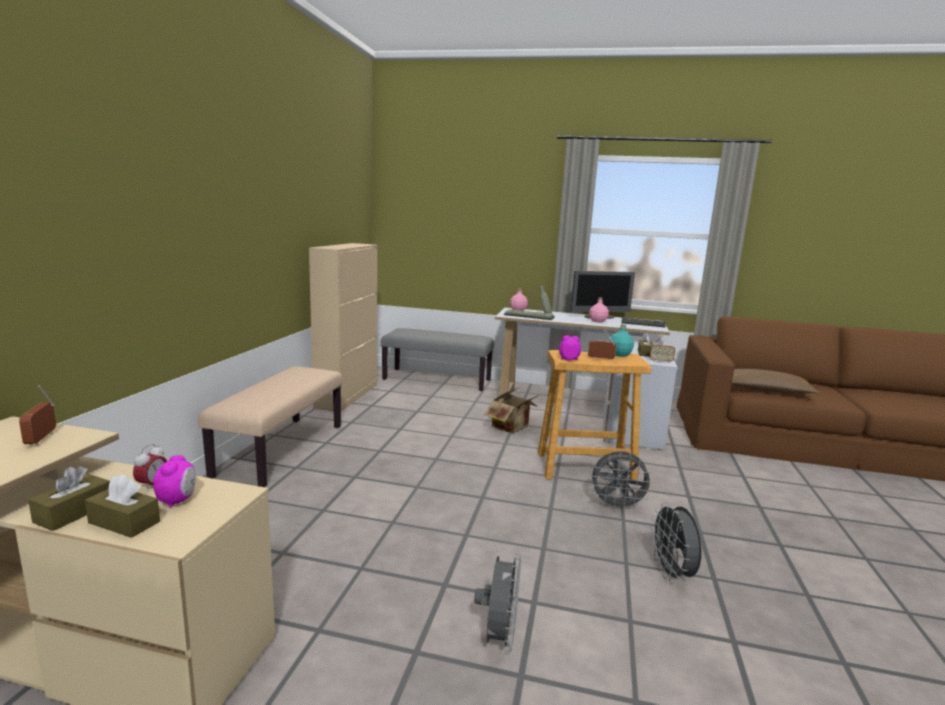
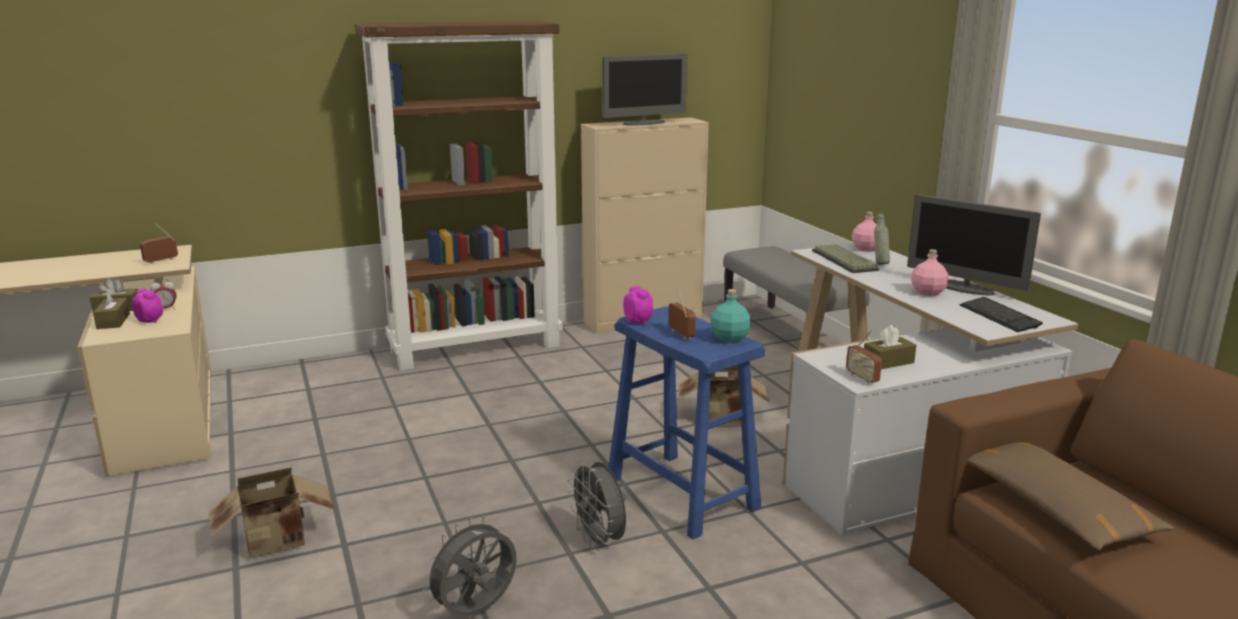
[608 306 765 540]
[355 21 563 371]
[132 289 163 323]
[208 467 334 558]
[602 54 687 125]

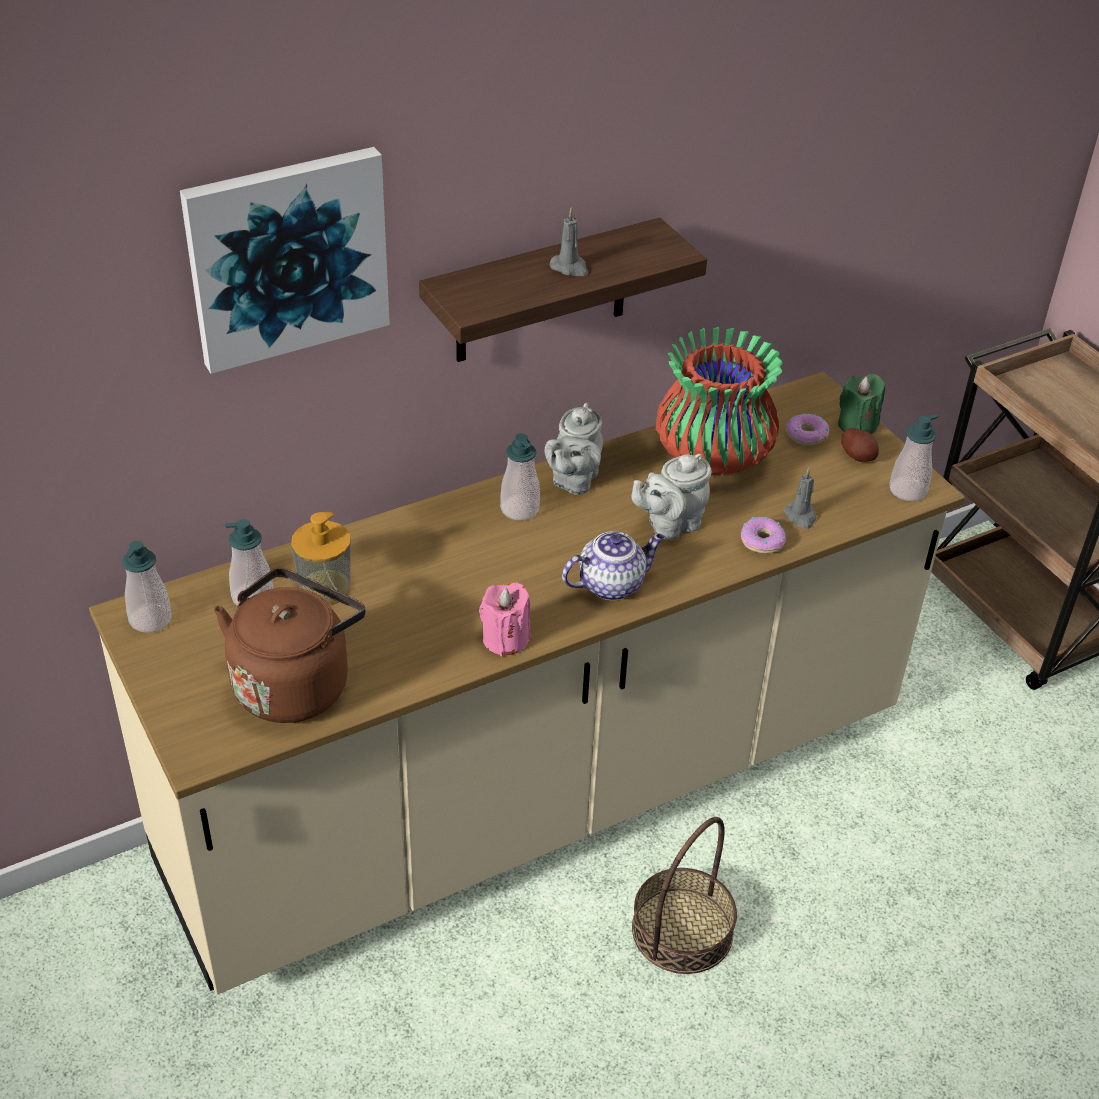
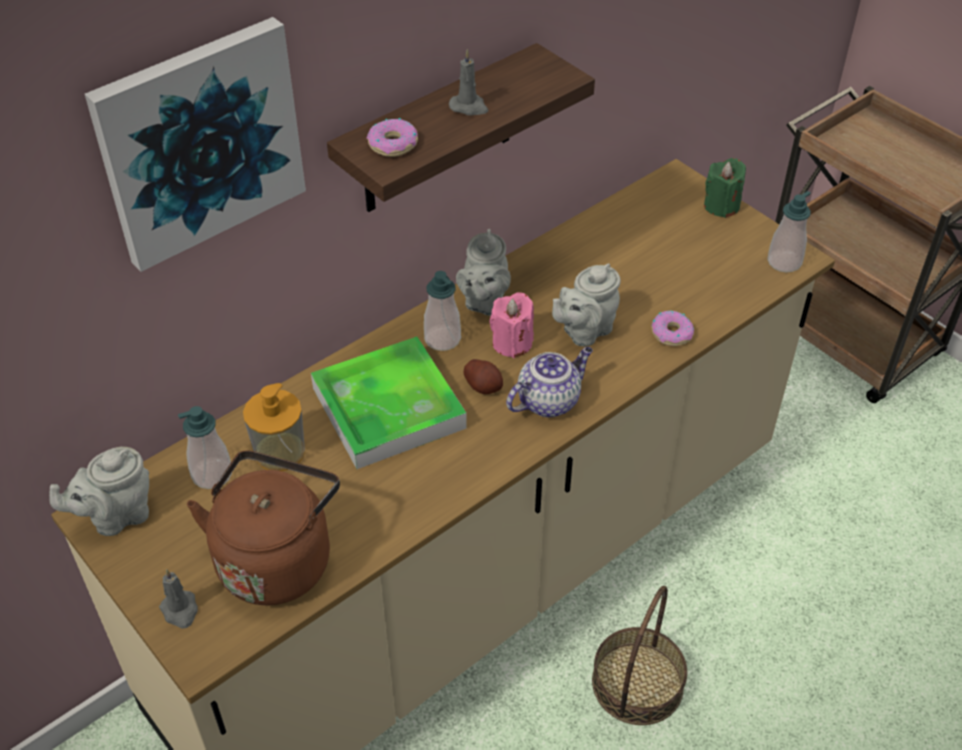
[656 327 783 476] (first image)
[367 118 418 157]
[464 359 503 394]
[159 569 198 629]
[49 447 149 536]
[490 292 534 358]
[311 337 467 469]

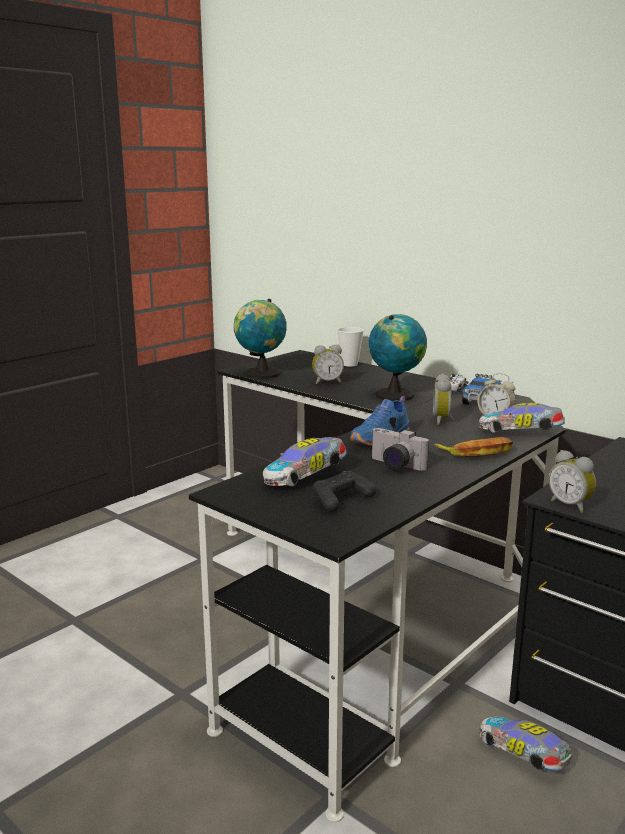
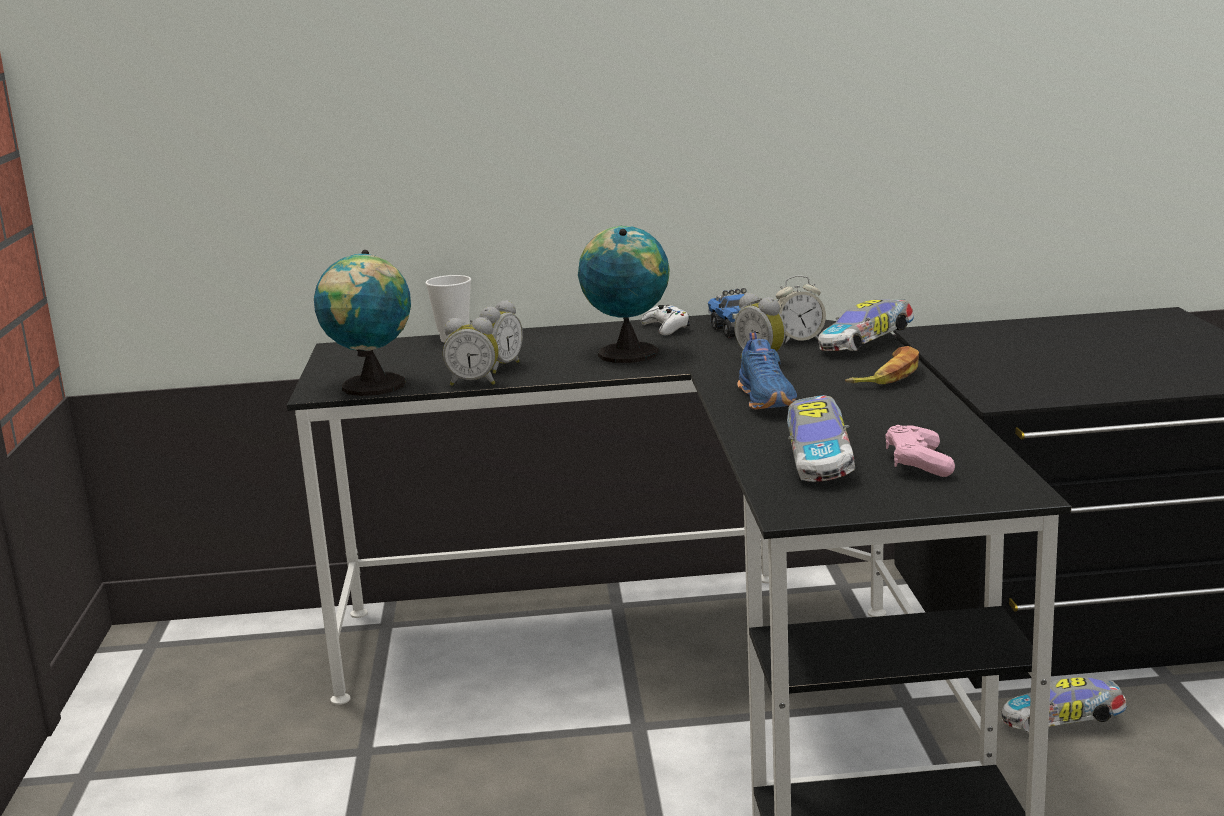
[371 428 429 471] (first image)
[443 317 498 386]
[885 425 955 477]

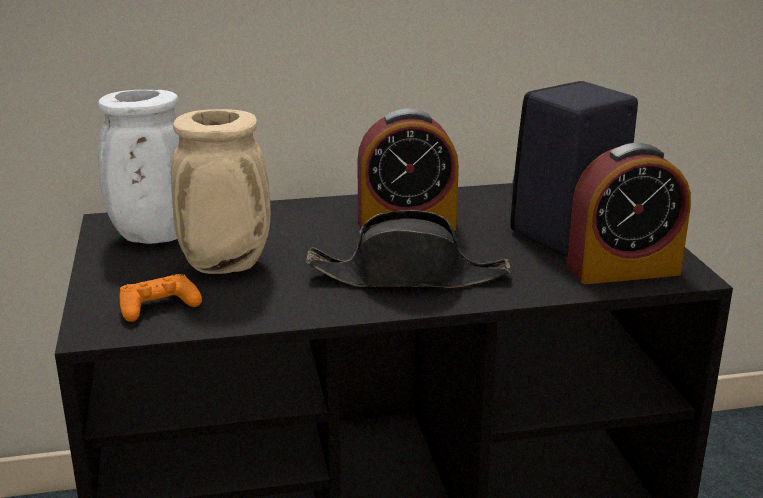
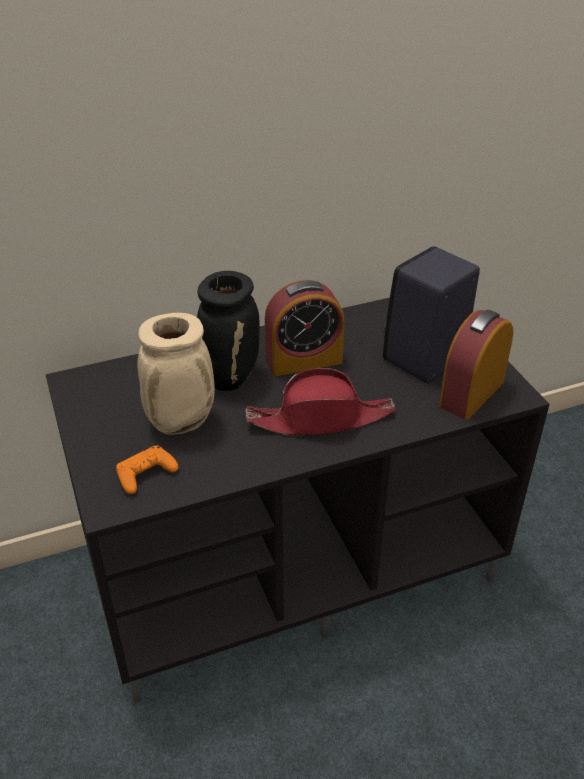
[98 90 179 244] (first image)
[439 310 513 420]
[245 368 396 435]
[197 271 260 391]

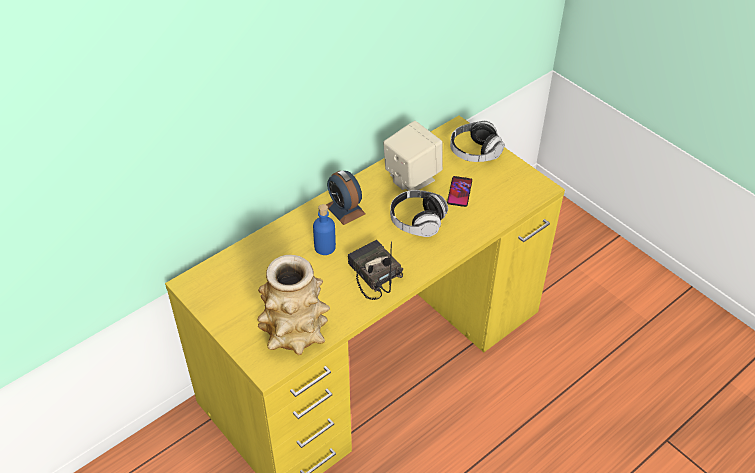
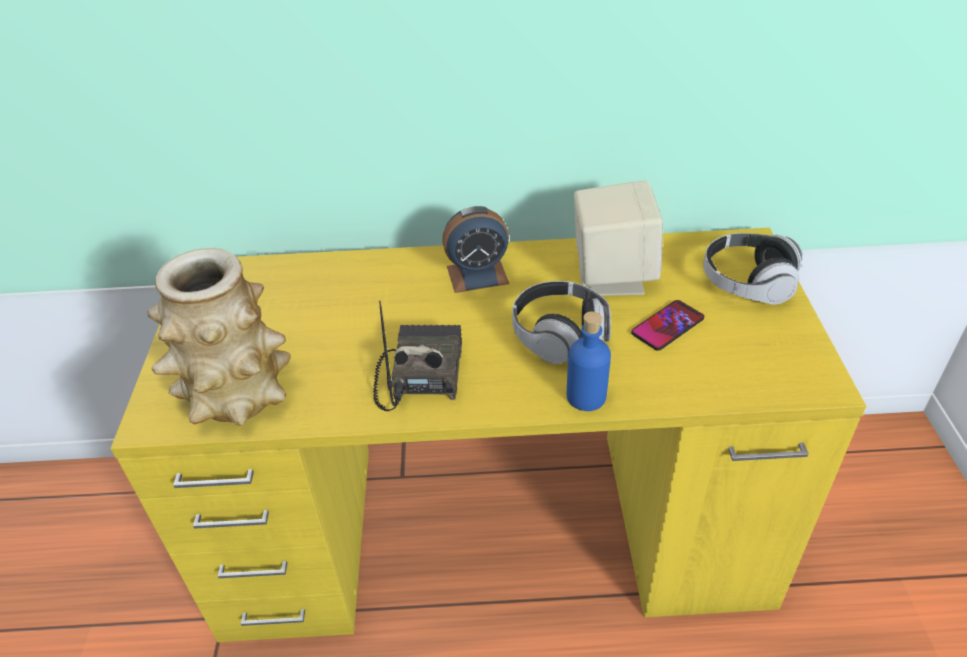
[442 206 509 293]
[567 311 611 411]

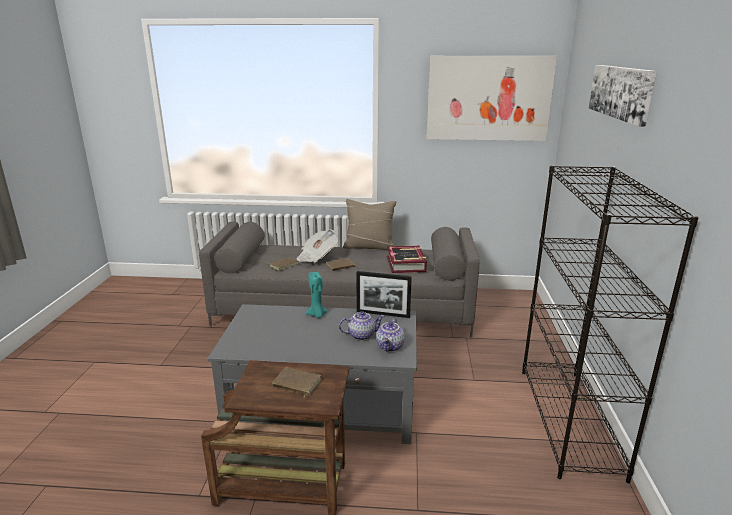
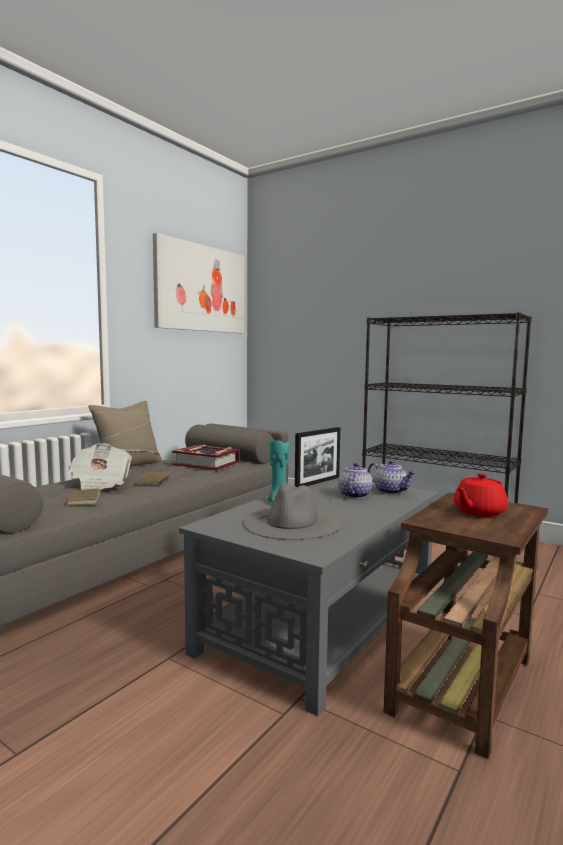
[589 65 657 127] (first image)
[454 473 508 517]
[243 484 342 540]

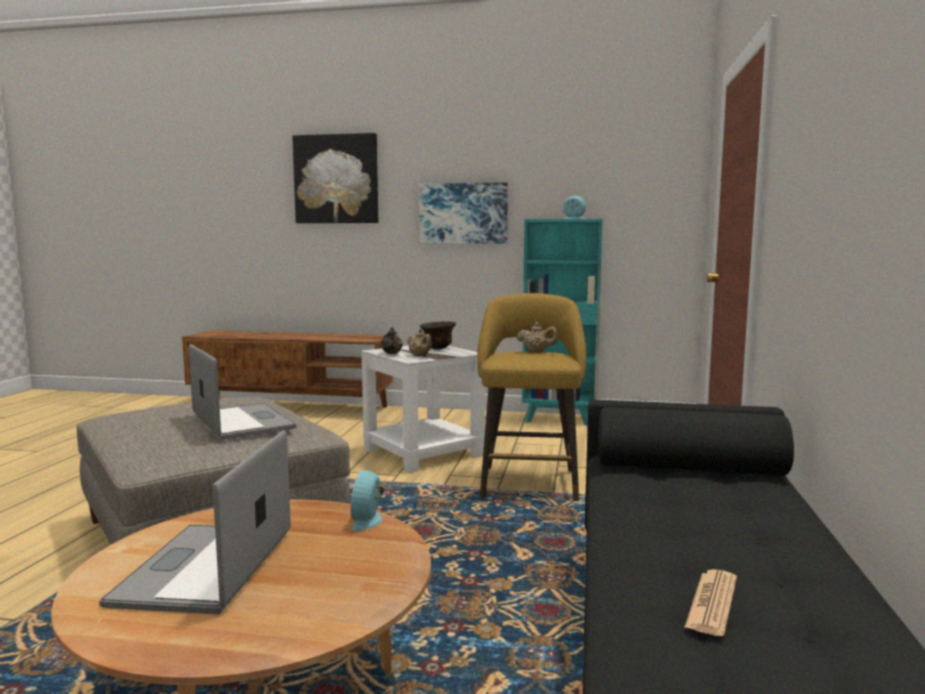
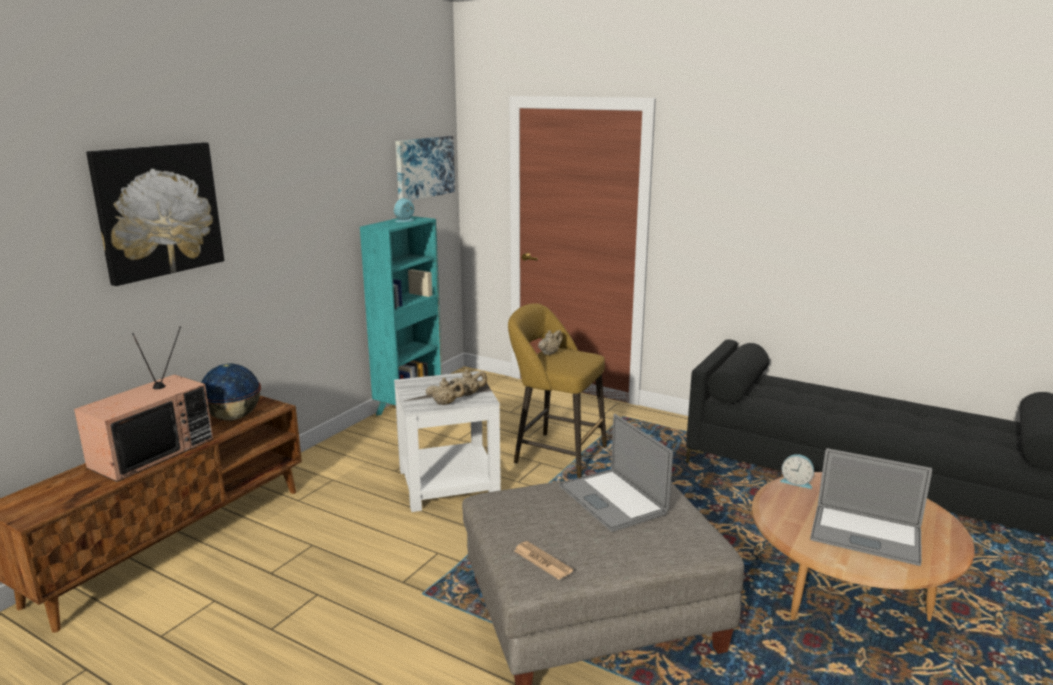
[395 136 455 201]
[420 321 456 349] (first image)
[425 378 465 405]
[559 414 673 532]
[514 541 573 580]
[74 327 213 482]
[201 364 261 420]

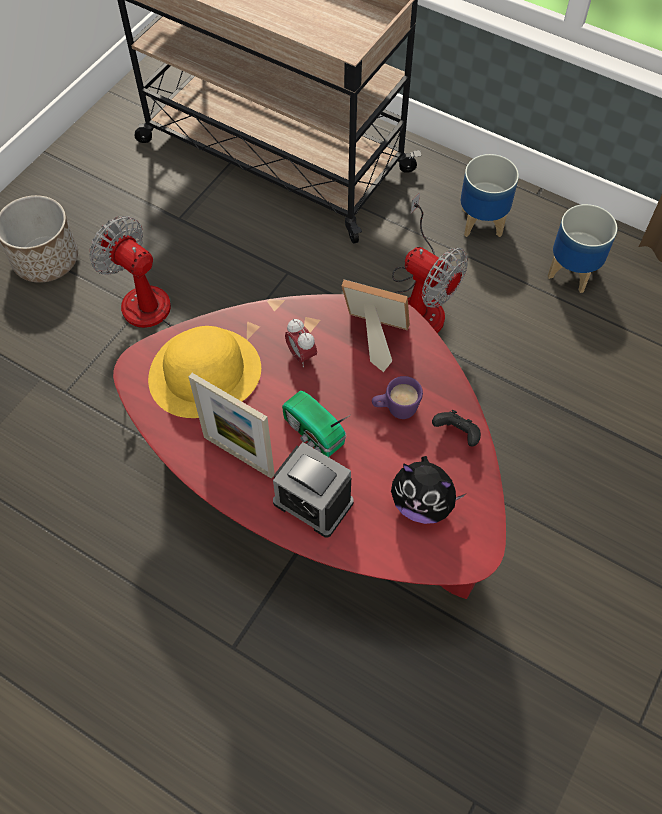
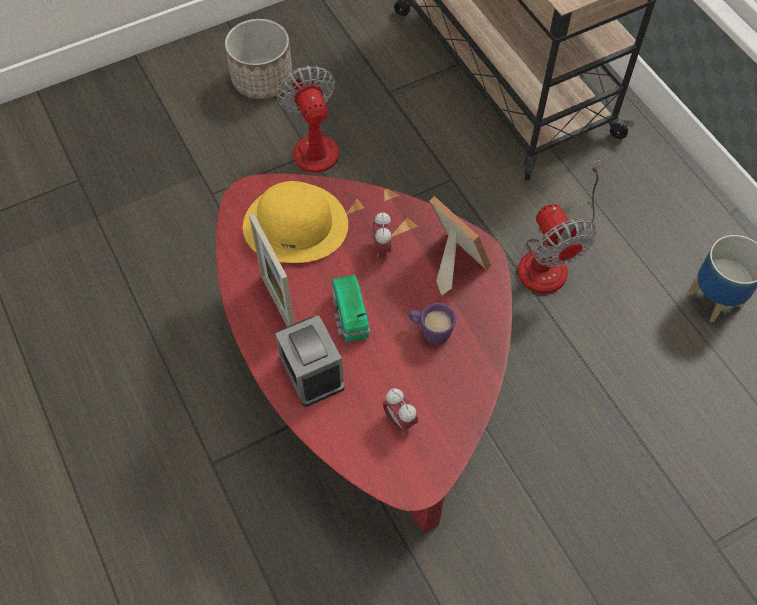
[461 154 519 237] (first image)
[432 410 481 447] (first image)
[383 388 418 435]

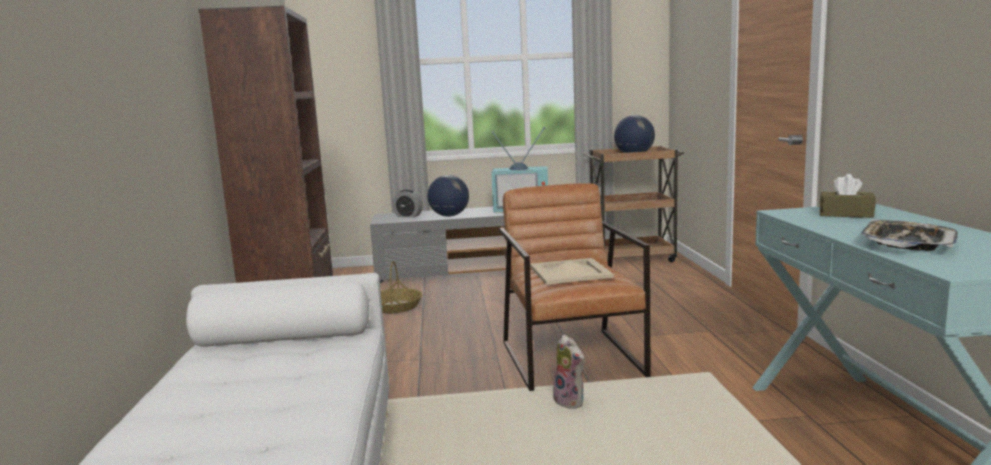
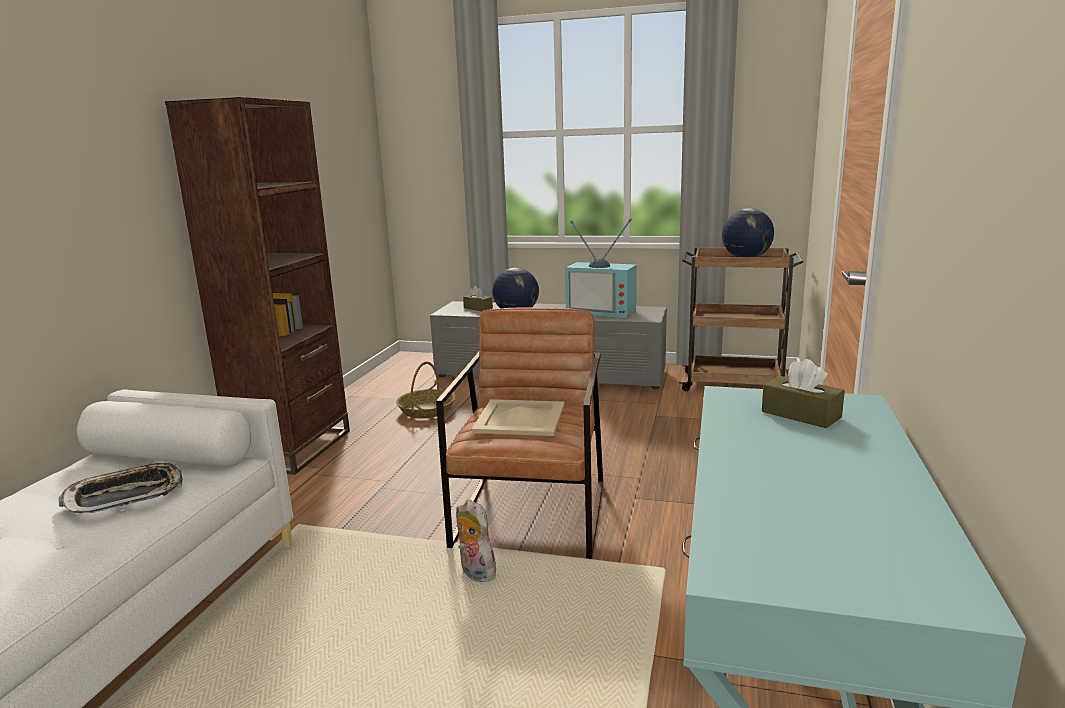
[463 286 493 311]
[59 461 183 516]
[456 499 496 582]

